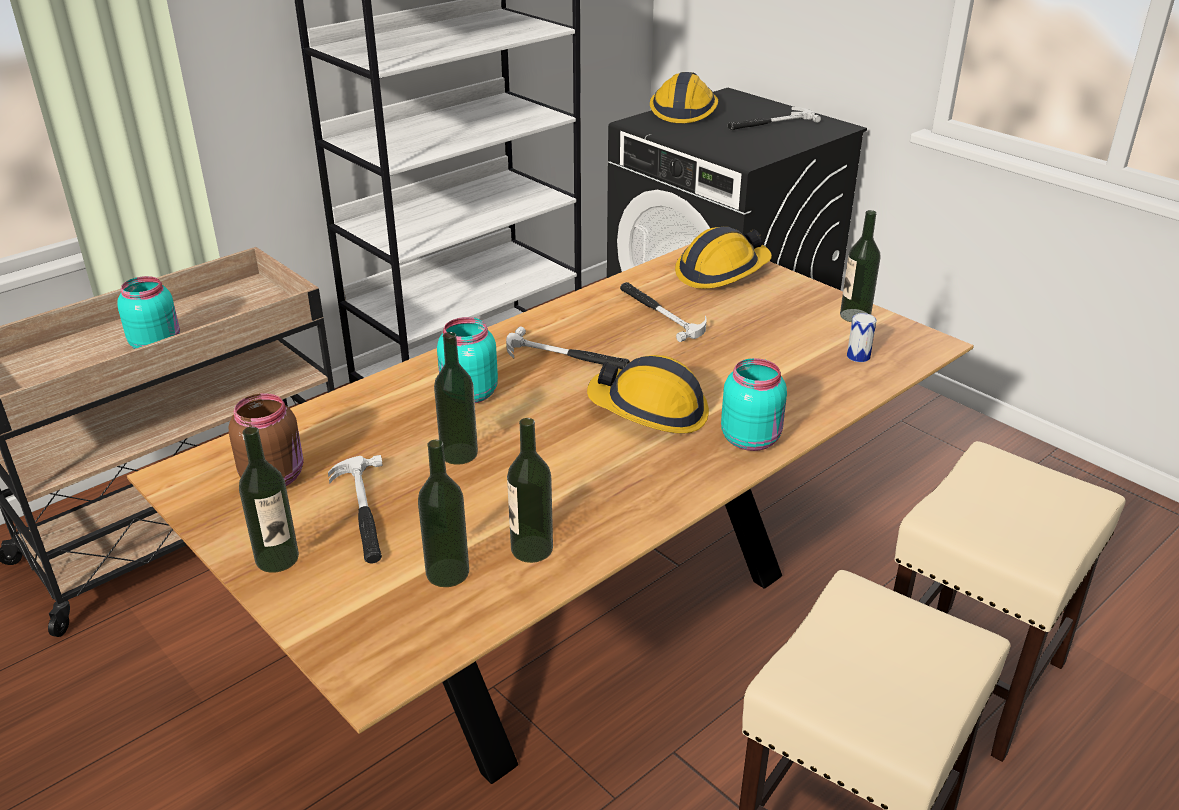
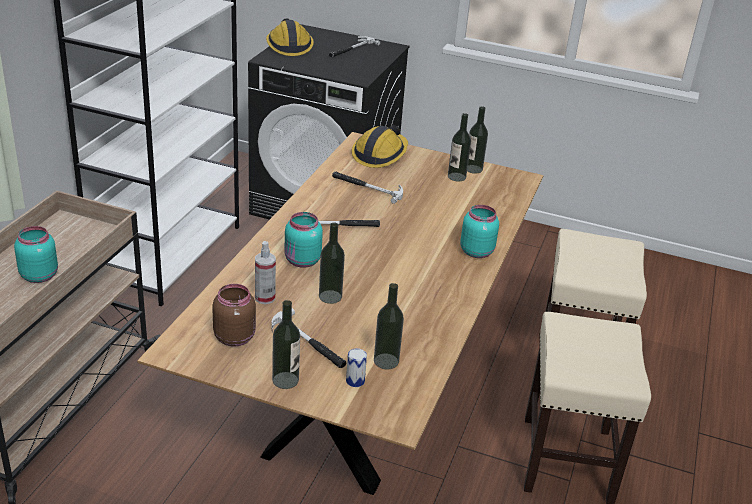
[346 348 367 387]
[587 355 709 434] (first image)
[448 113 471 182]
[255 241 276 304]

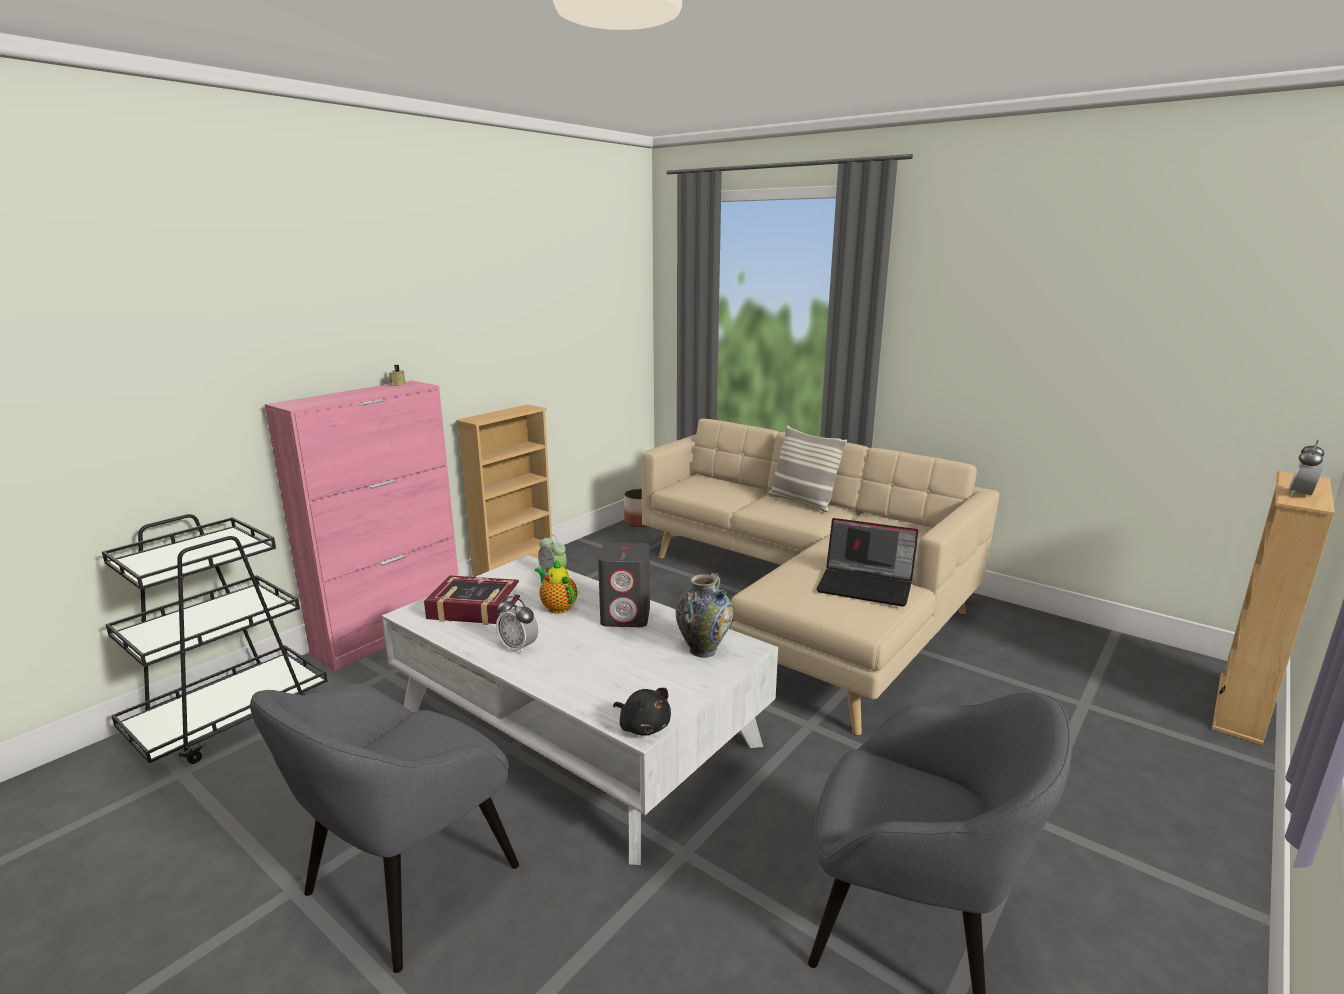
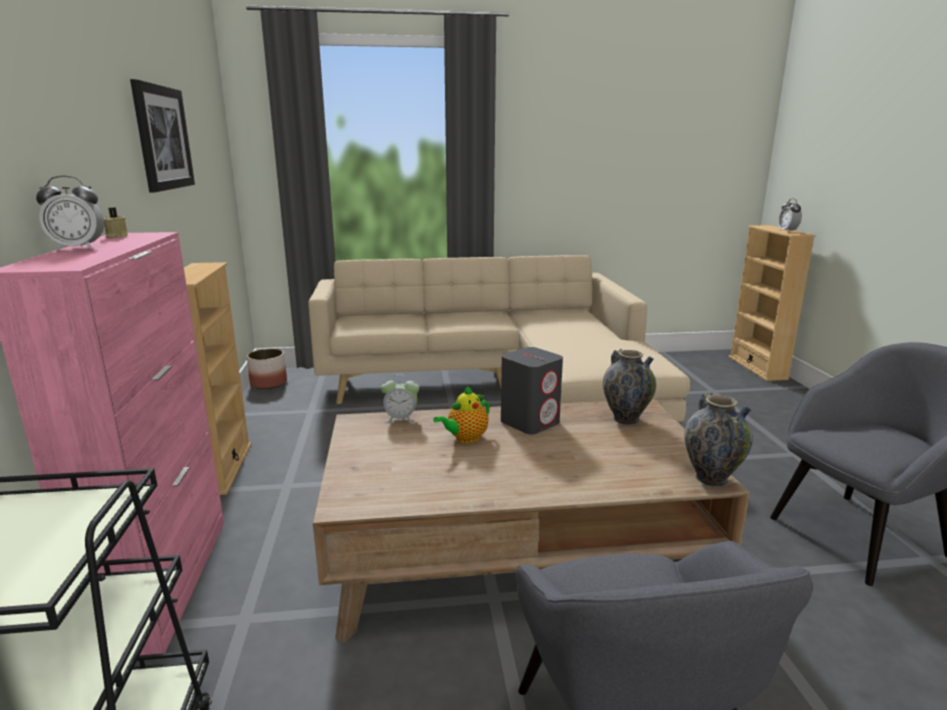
[767 426 847 512] (first image)
[816 518 918 607] (first image)
[313 399 750 643]
[433 386 490 443]
[424 575 520 625] (first image)
[36 175 104 250]
[684 393 753 486]
[130 79 195 193]

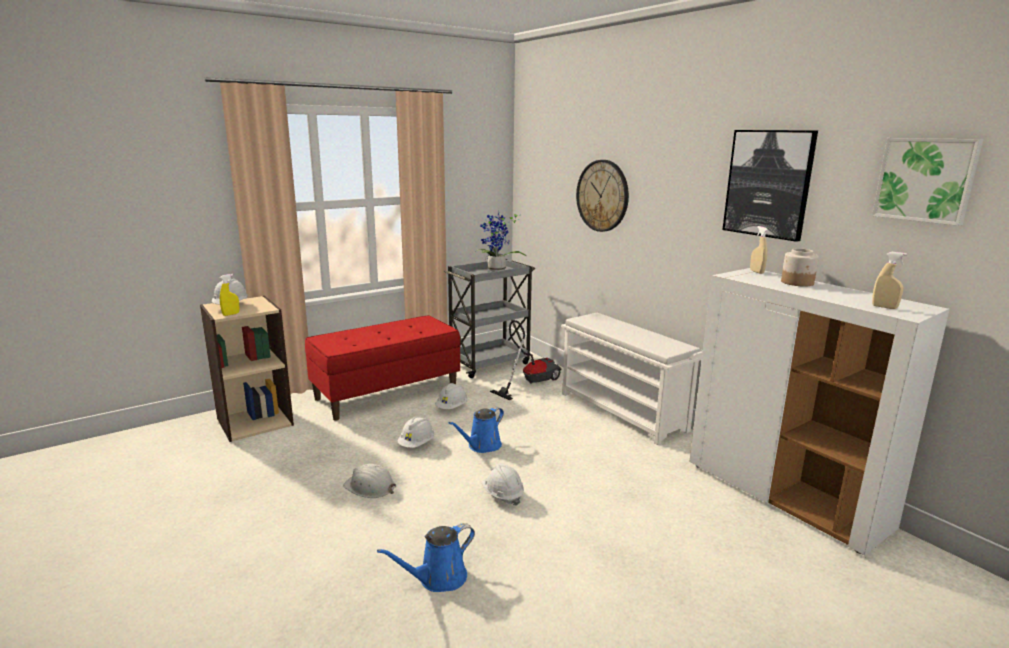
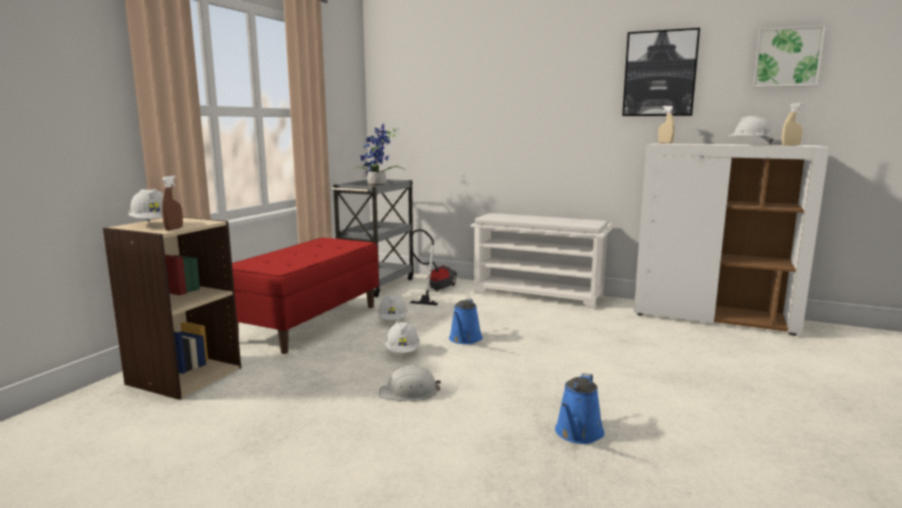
[576 160 629 232] (first image)
[781 248 819 287] (first image)
[162 176 183 231]
[728 116 774 144]

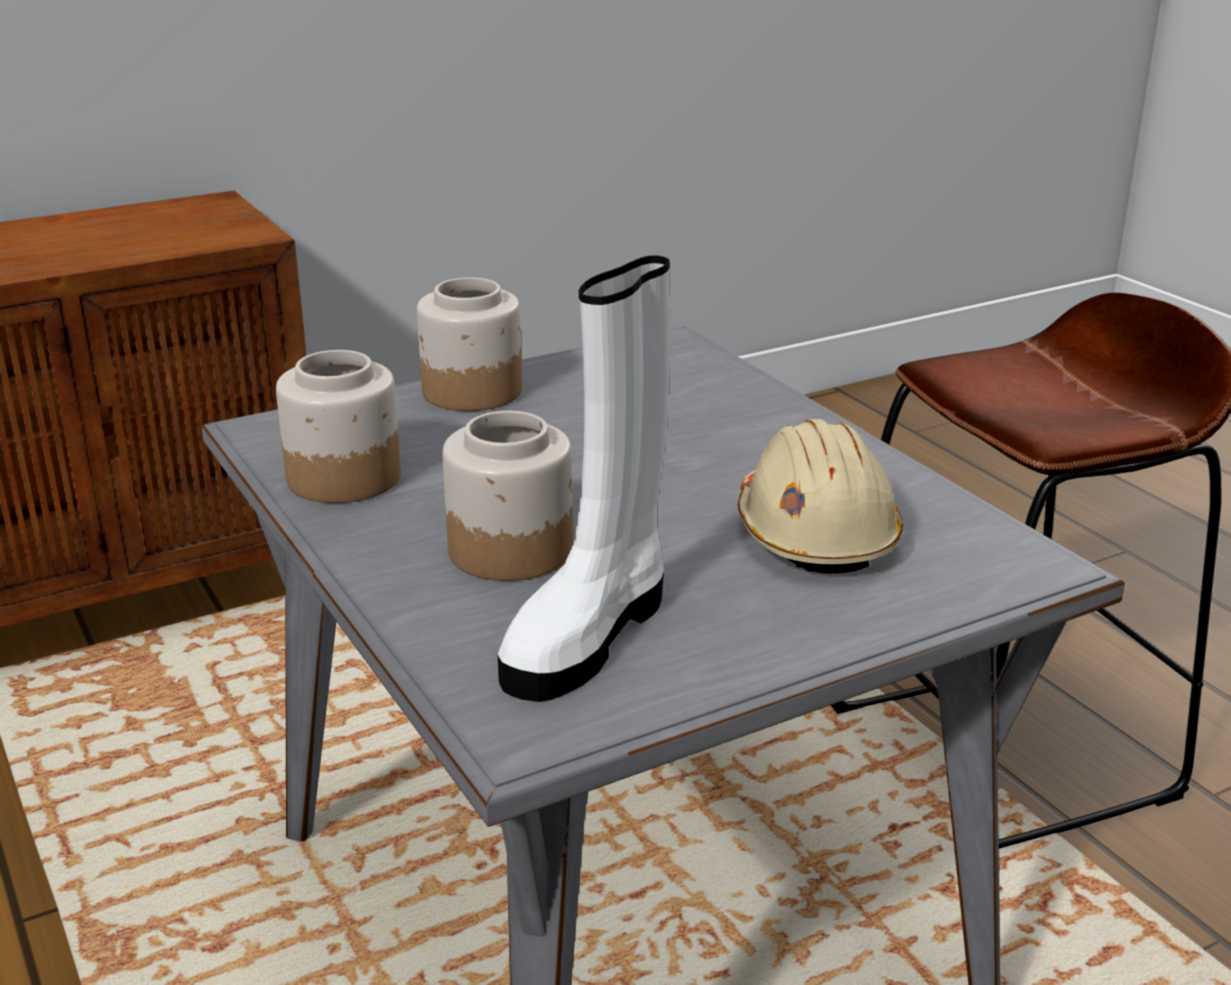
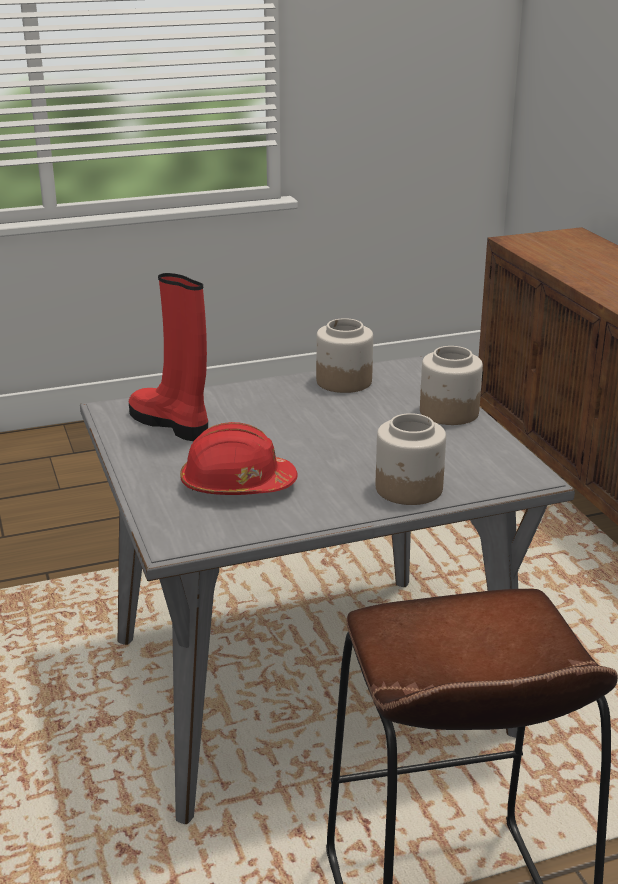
[129 273 208 441]
[376 413 446 505]
[180 422 298 495]

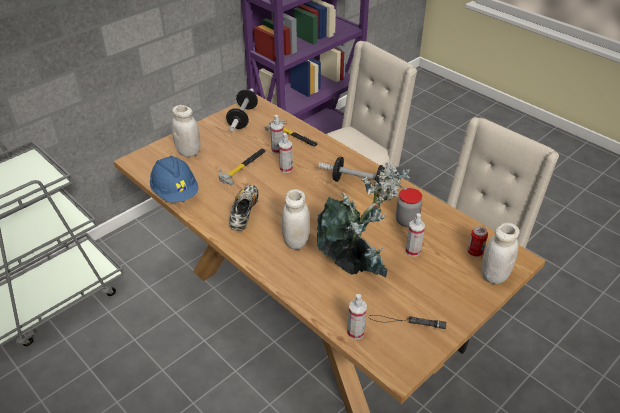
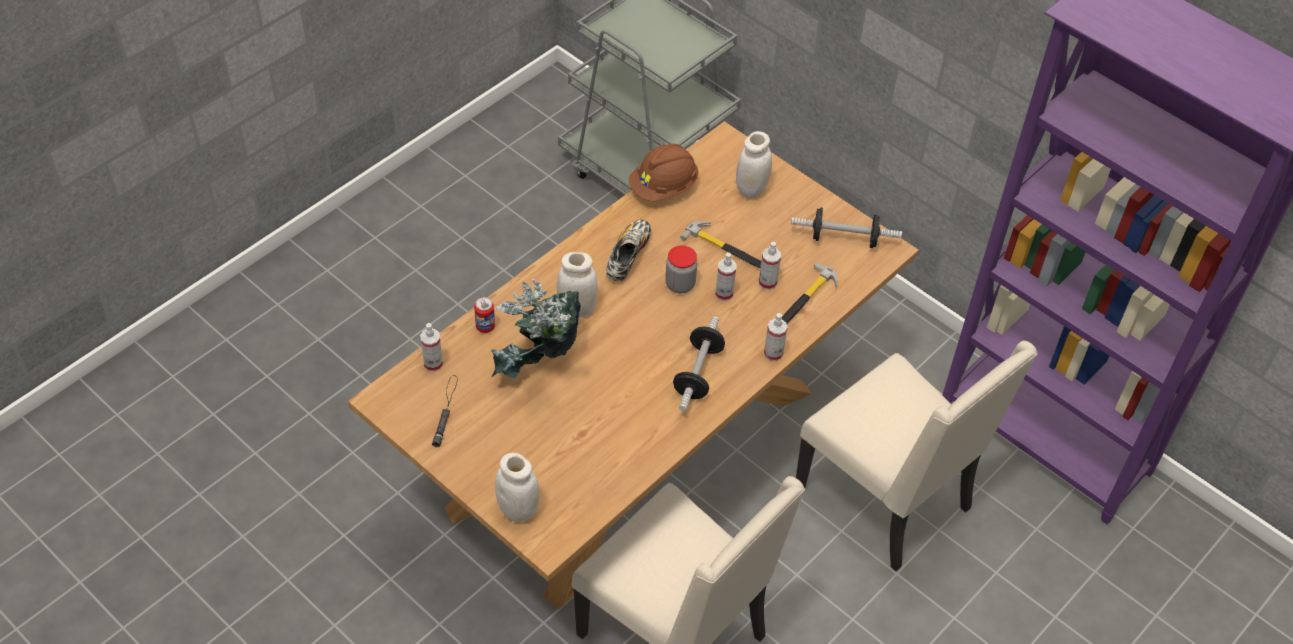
[629 144 699 201]
[606 220 651 281]
[665 245 697 293]
[764 313 788 361]
[474 297 495 333]

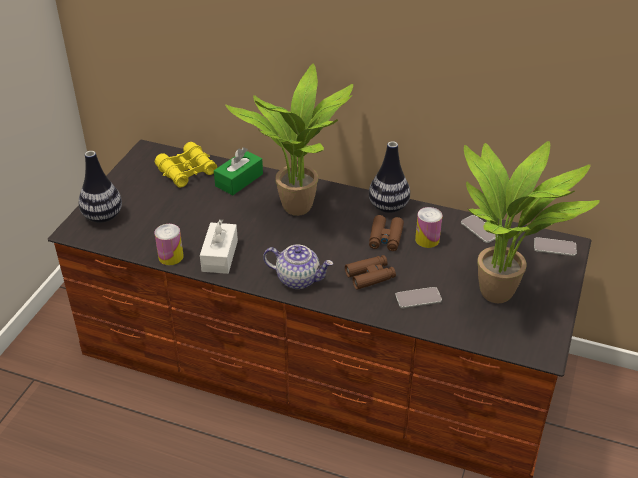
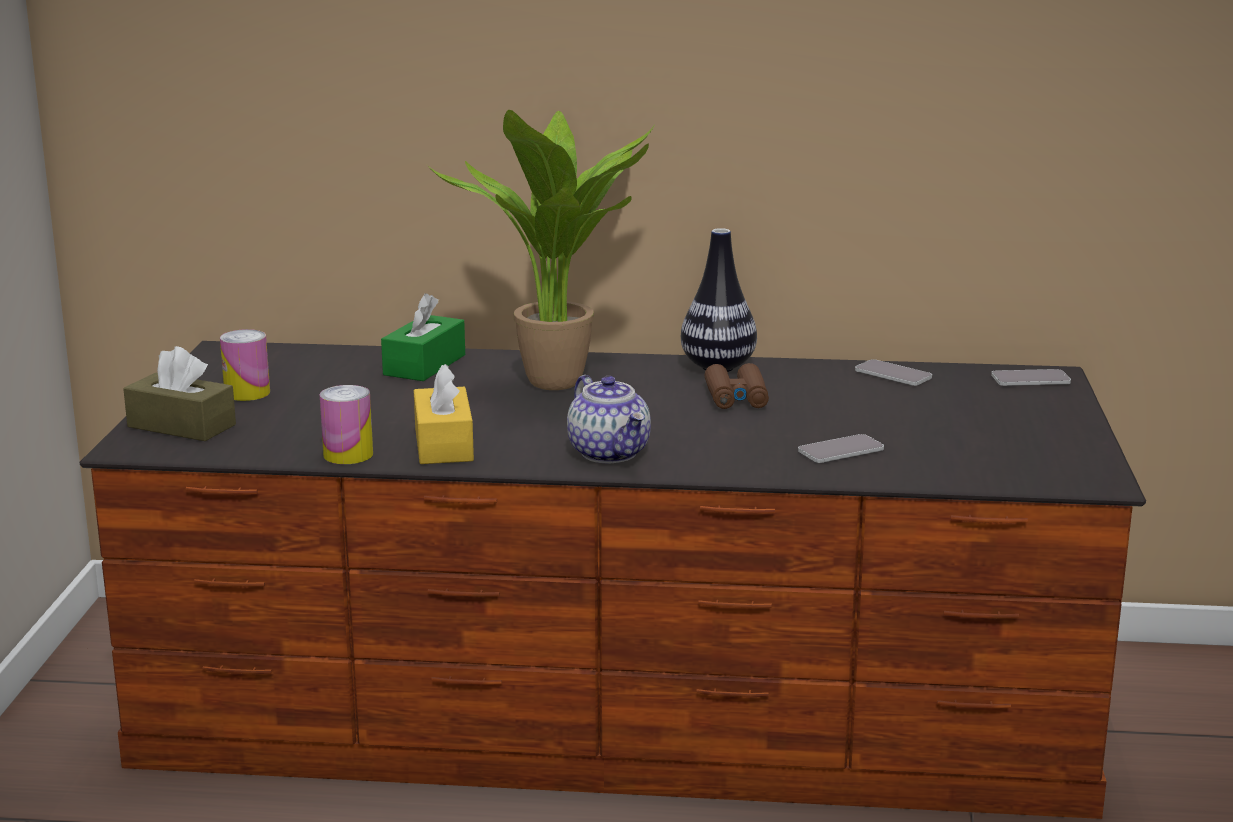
[464 141 600 303] (first image)
[155 142 217 188] (first image)
[123 346 236 441]
[220 329 270 401]
[414 364 474 464]
[567 375 651 463]
[345 255 396 290] (first image)

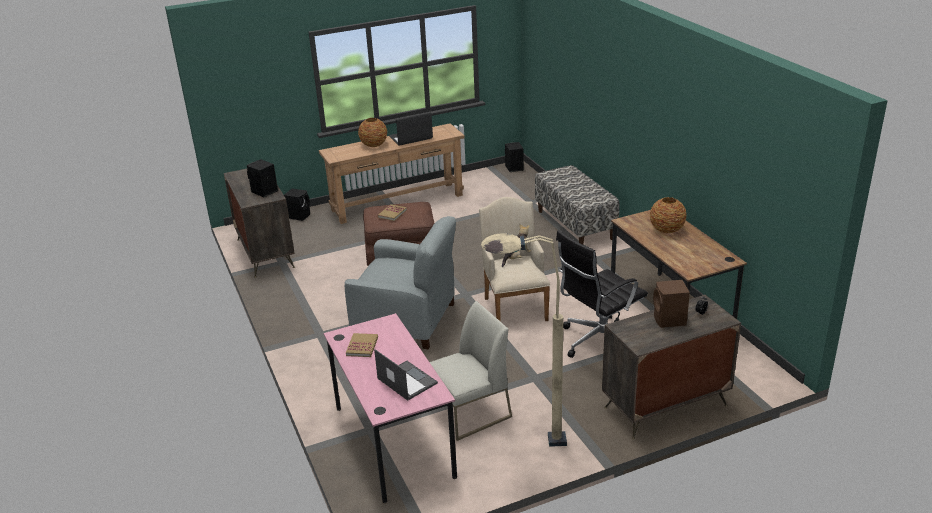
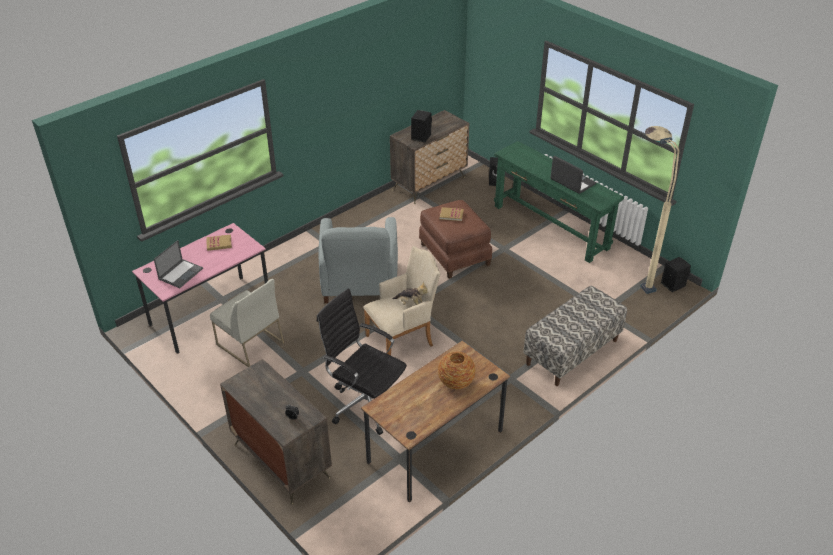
[358 118 387 147] (first image)
[494 141 624 263]
[640 126 680 294]
[653 280 690 328] (first image)

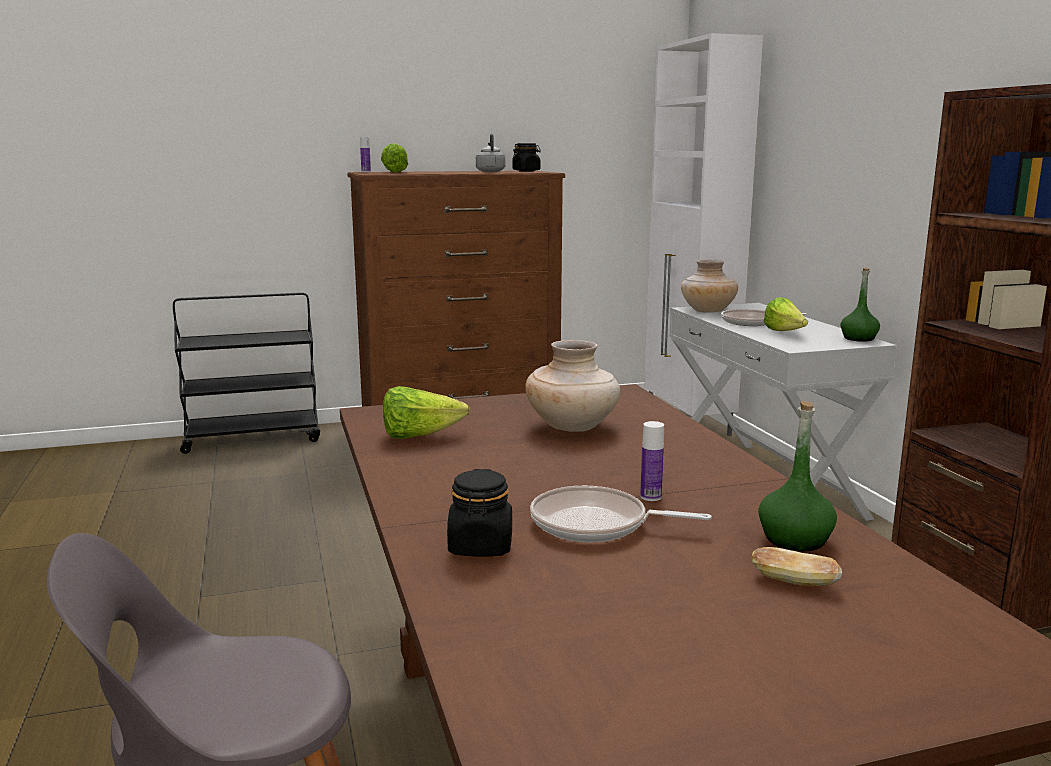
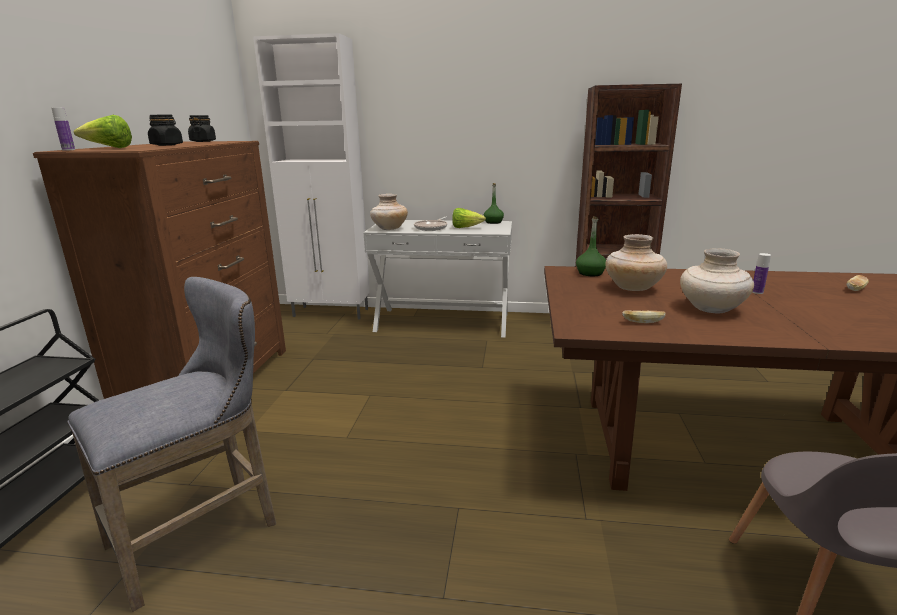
[476 134 505 172] (first image)
[623 310 666 323]
[576 216 606 276]
[148 115 183 146]
[530 486 712 542] (first image)
[680 248 754 313]
[67 277 276 612]

